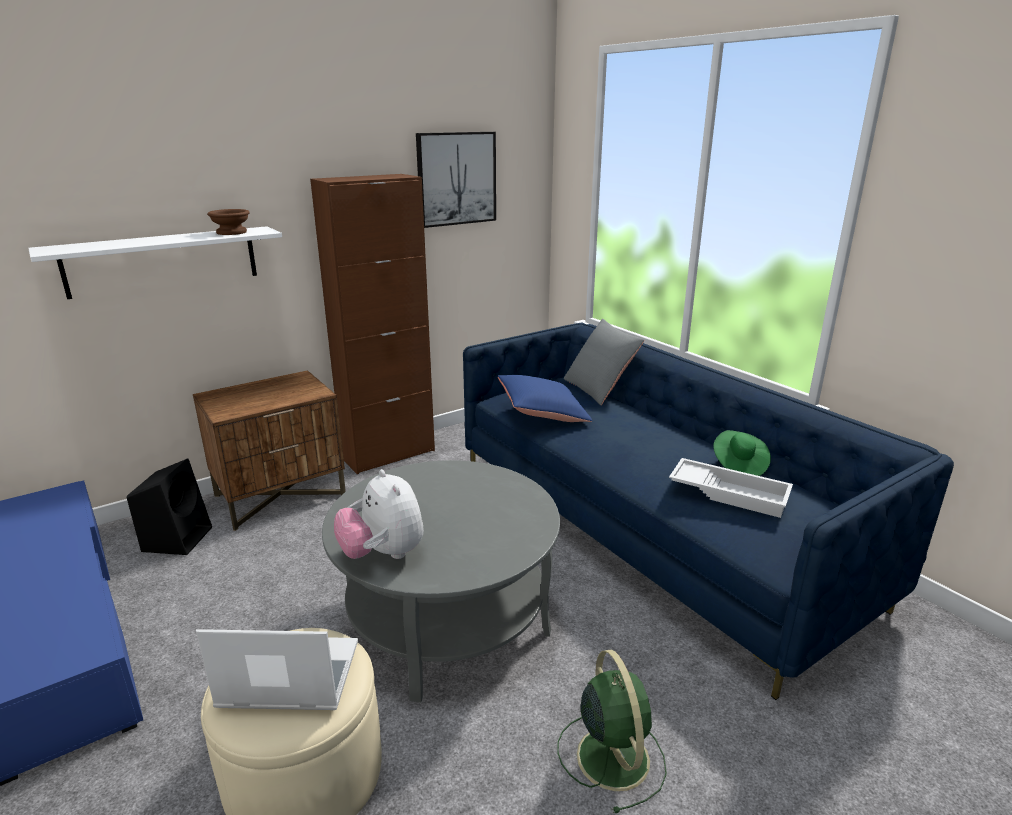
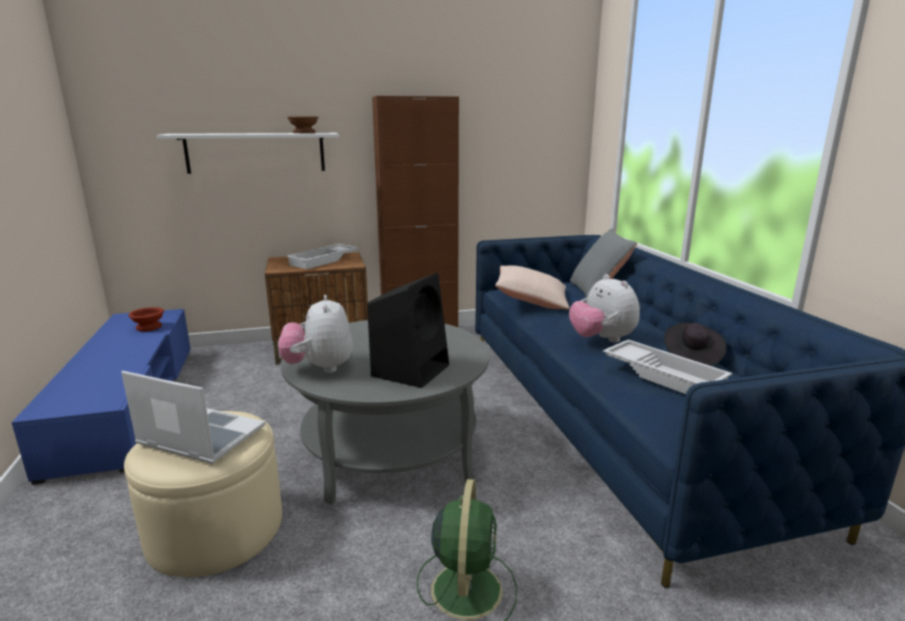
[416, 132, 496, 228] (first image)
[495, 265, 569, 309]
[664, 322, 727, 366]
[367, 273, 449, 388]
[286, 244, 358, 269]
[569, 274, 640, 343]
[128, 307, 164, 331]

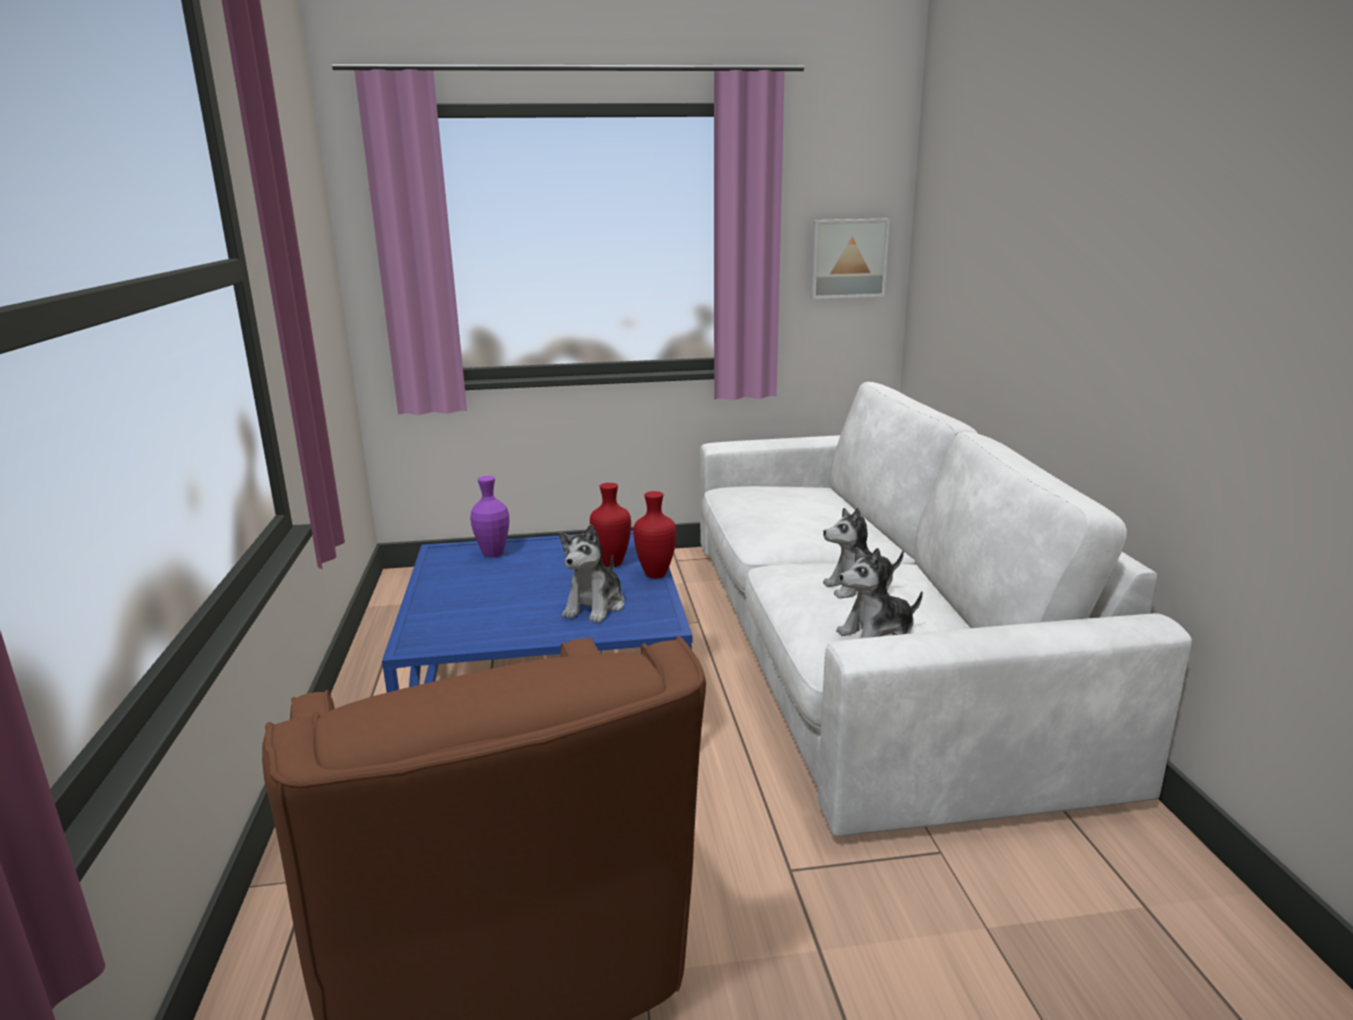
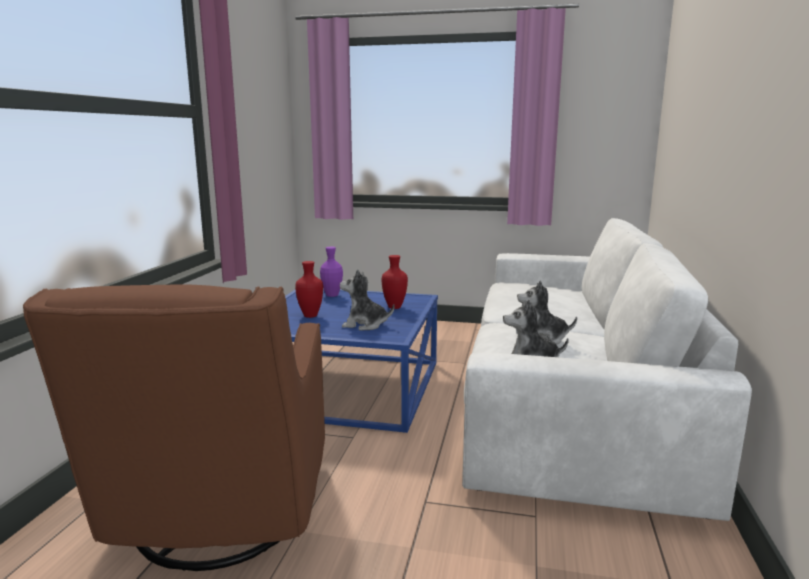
[810, 219, 890, 299] (first image)
[295, 261, 323, 318]
[340, 269, 394, 331]

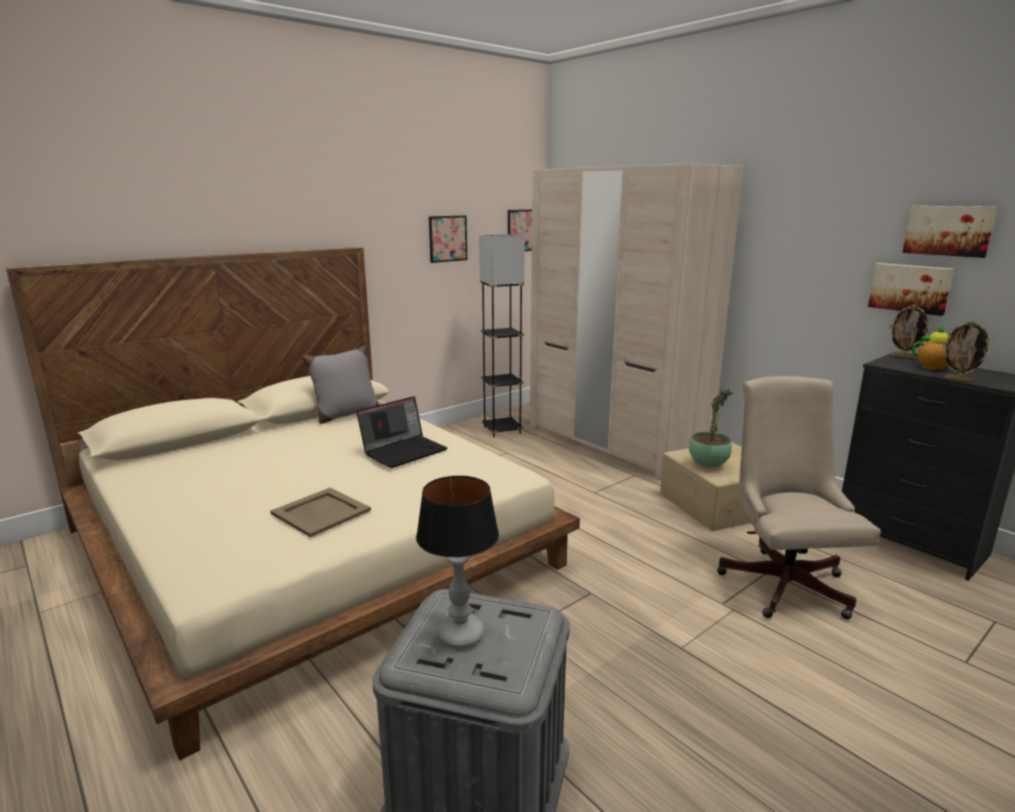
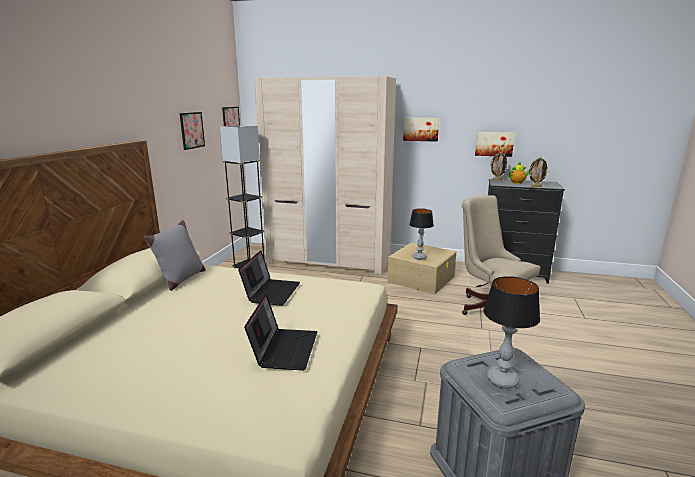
[403, 118, 439, 142]
[409, 208, 434, 260]
[244, 294, 318, 370]

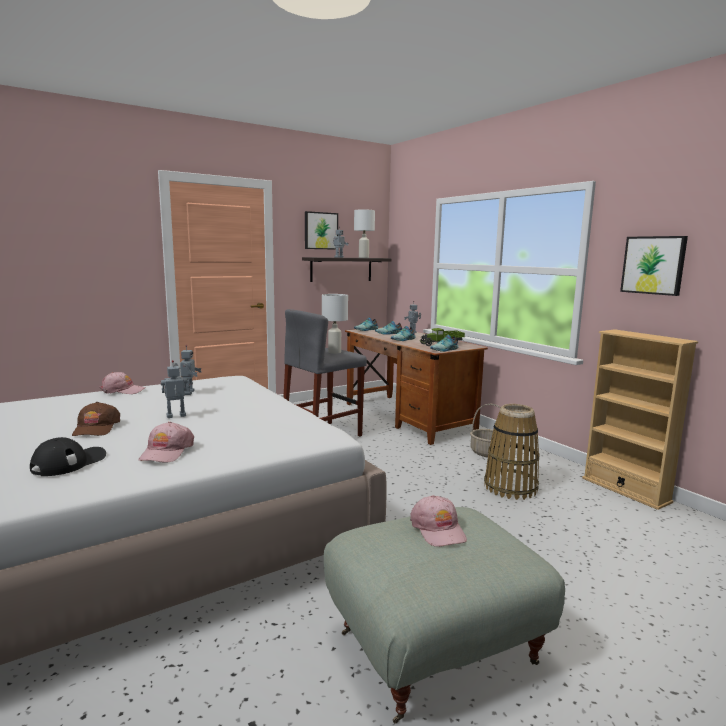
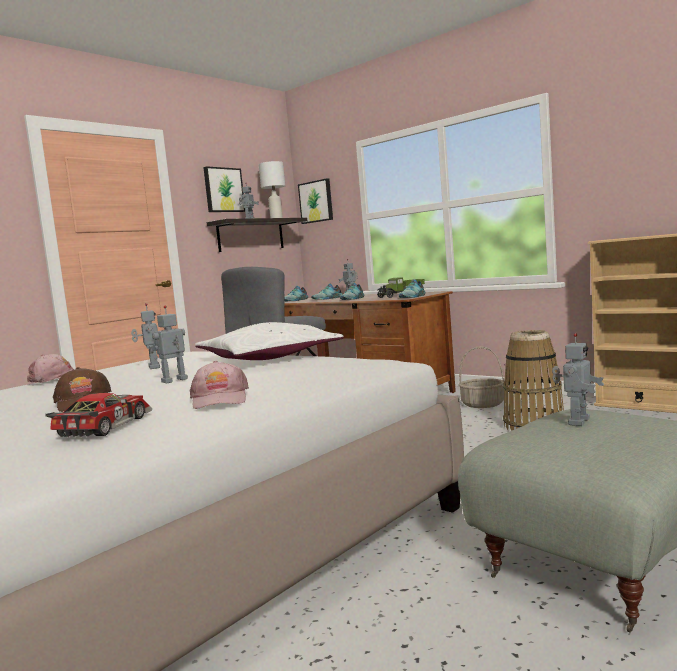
[298, 178, 333, 224]
[322, 294, 348, 354] (first image)
[45, 393, 152, 437]
[552, 333, 604, 426]
[195, 322, 344, 360]

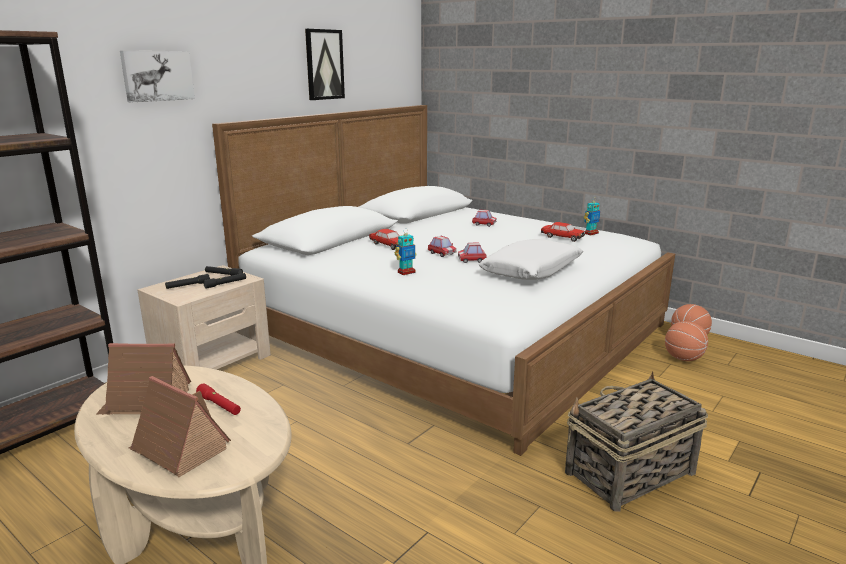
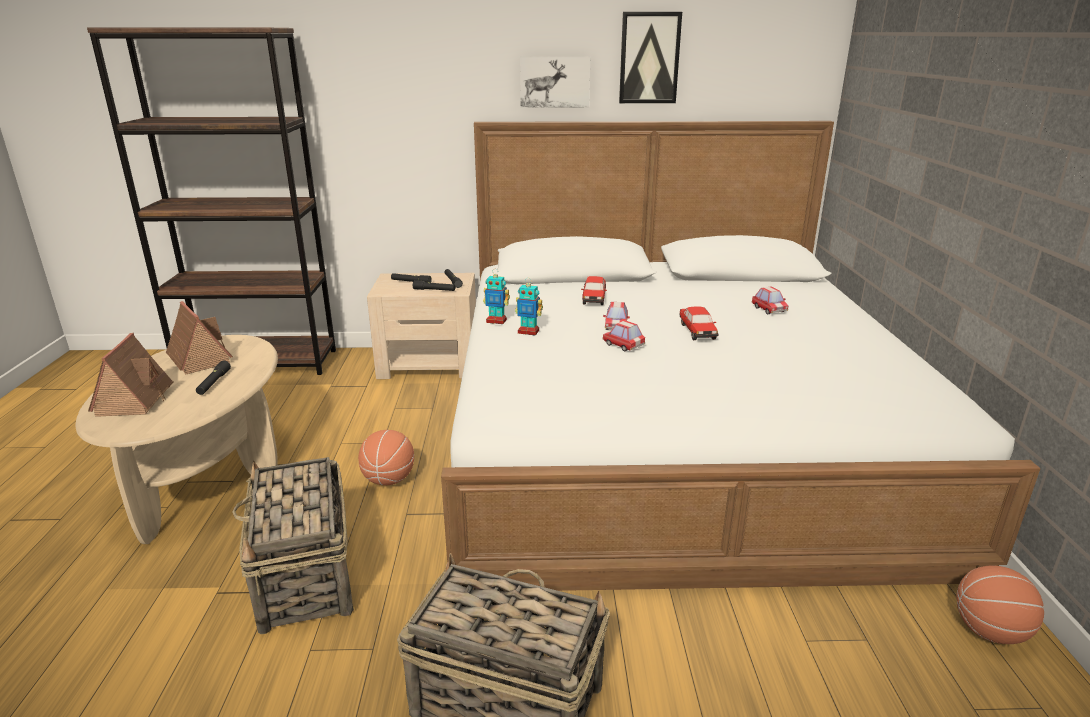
[520, 56, 590, 108]
[483, 269, 510, 324]
[679, 306, 718, 340]
[479, 239, 583, 280] (first image)
[358, 430, 414, 485]
[196, 361, 231, 395]
[232, 457, 354, 634]

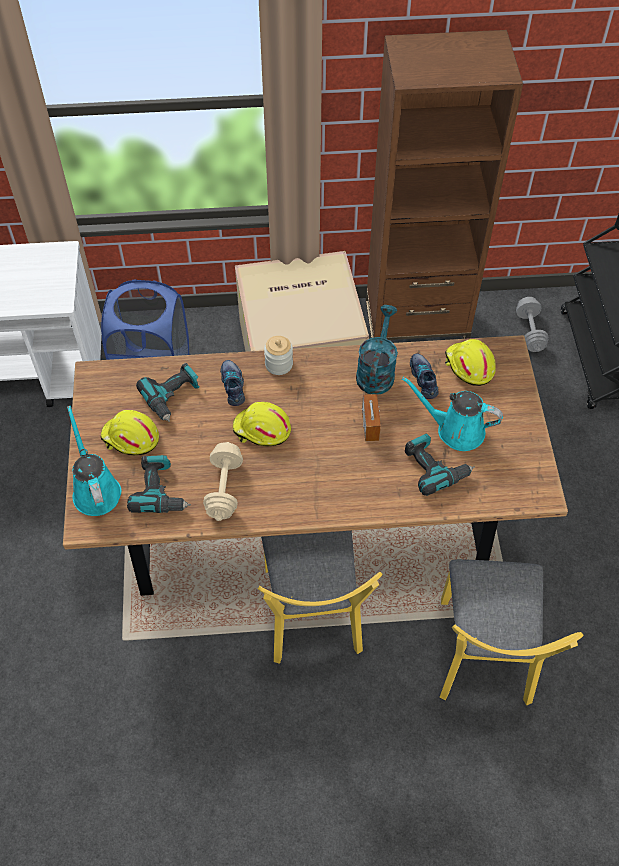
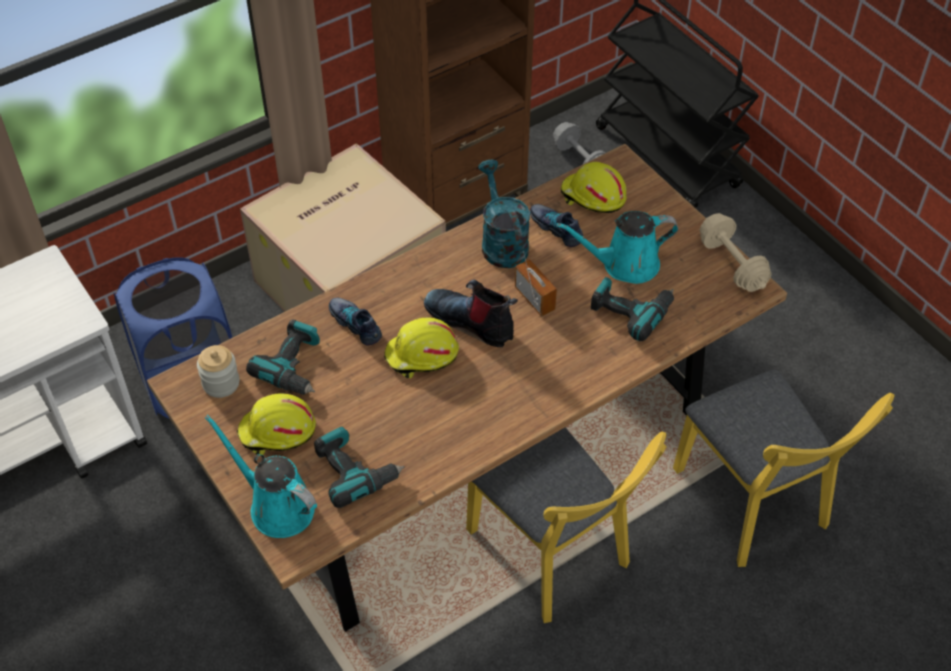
[197, 345, 240, 398]
[700, 213, 771, 292]
[424, 280, 518, 347]

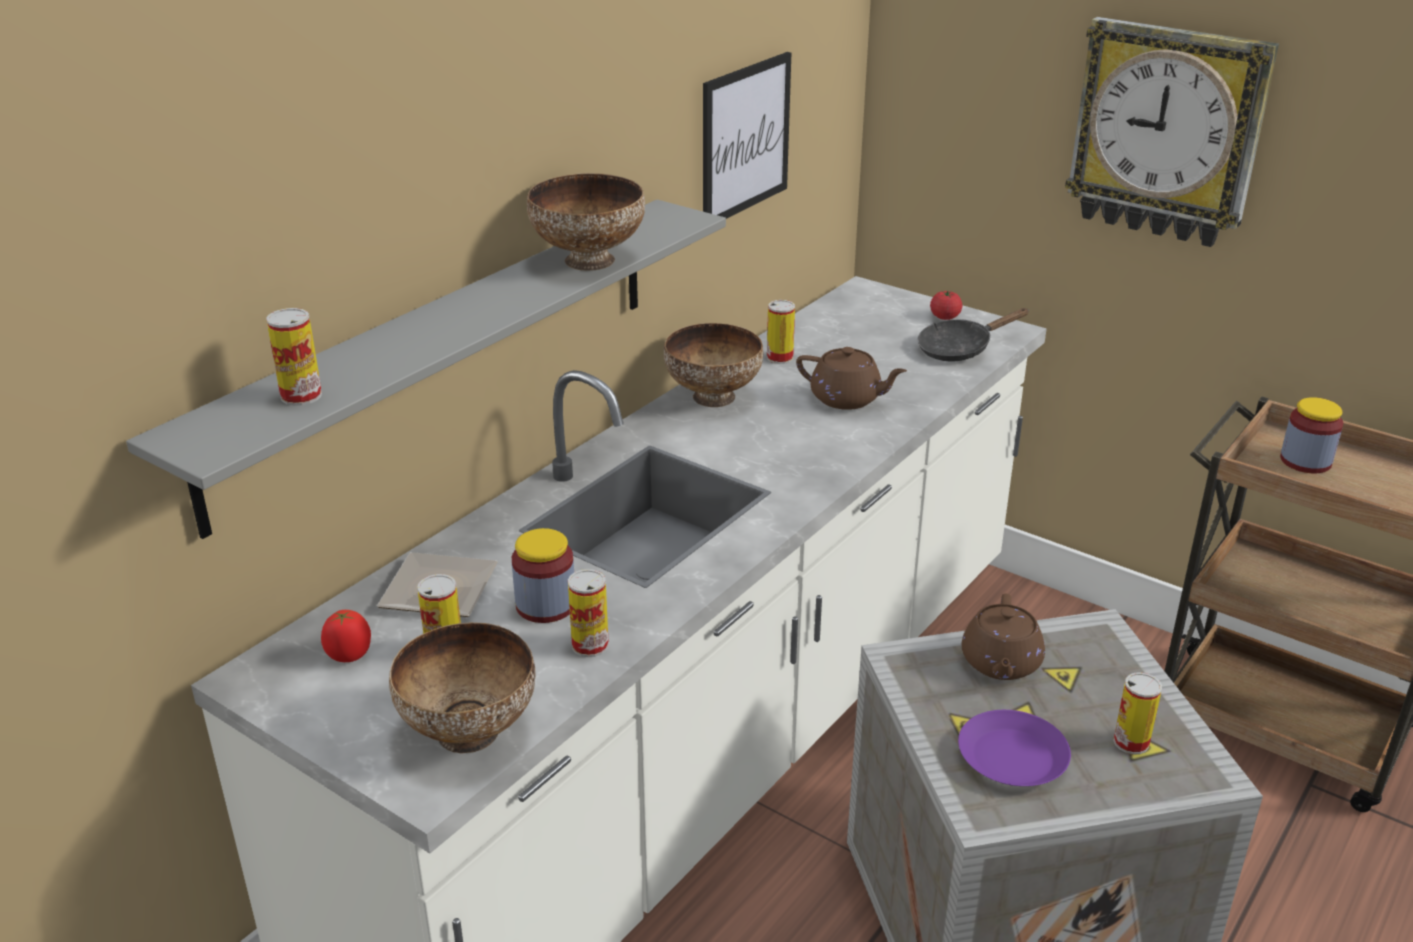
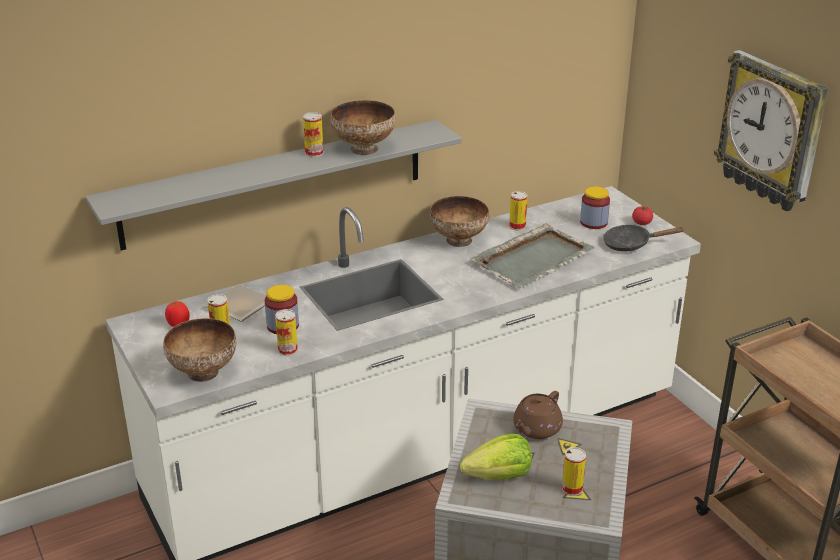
[703, 52, 791, 219] (first image)
[303, 112, 324, 157]
[470, 223, 595, 288]
[580, 186, 610, 229]
[460, 433, 532, 480]

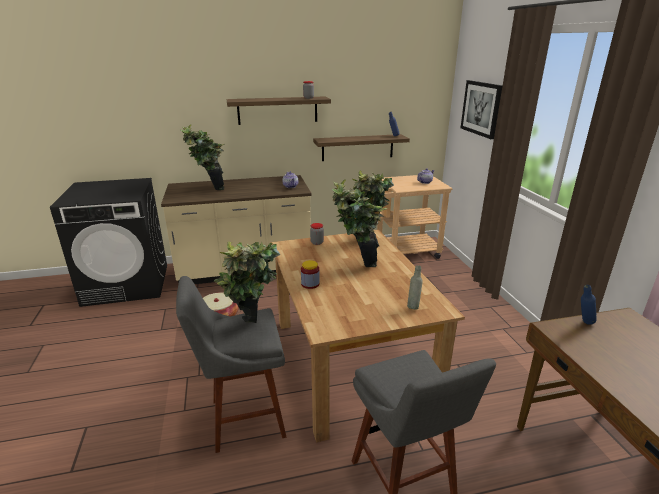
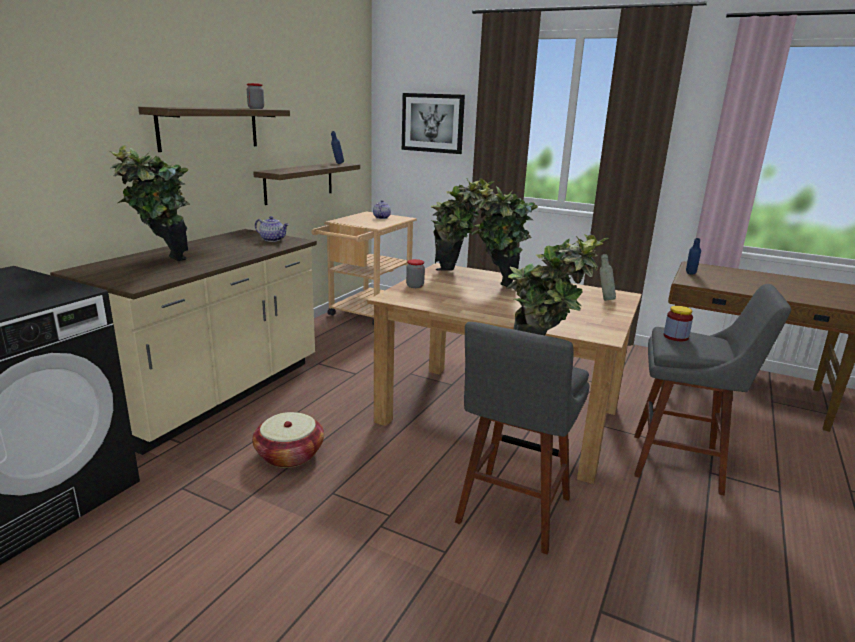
[664, 306, 693, 341]

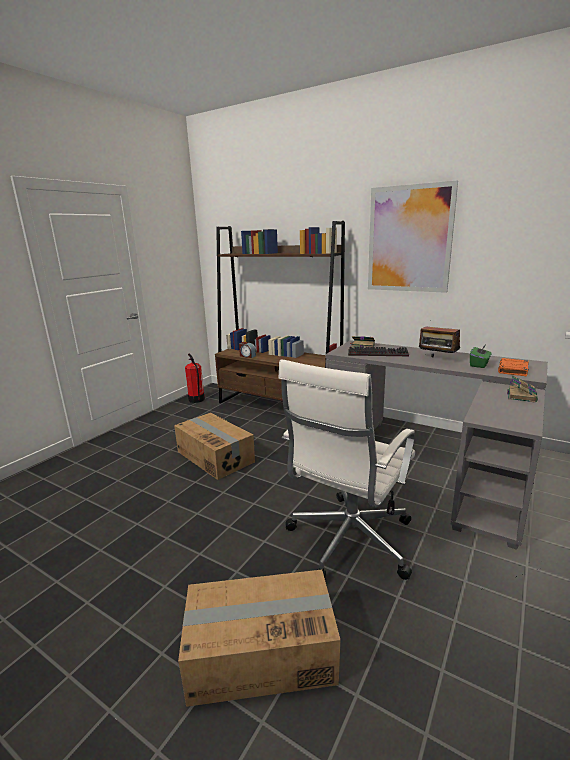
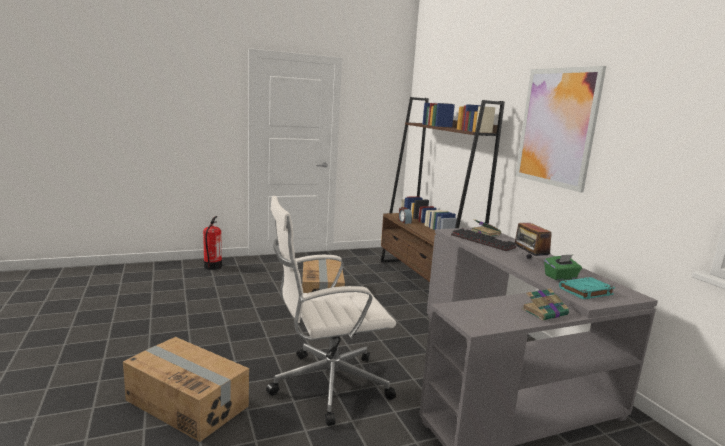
[203, 216, 222, 270]
[559, 277, 615, 299]

